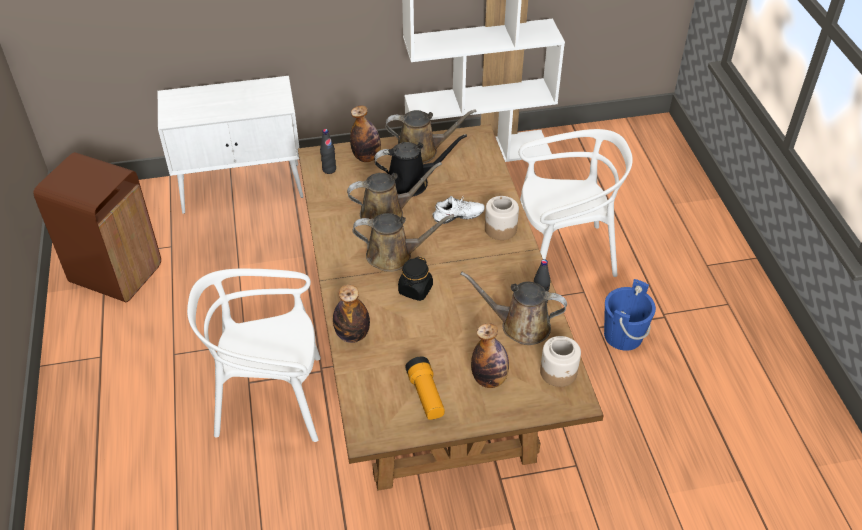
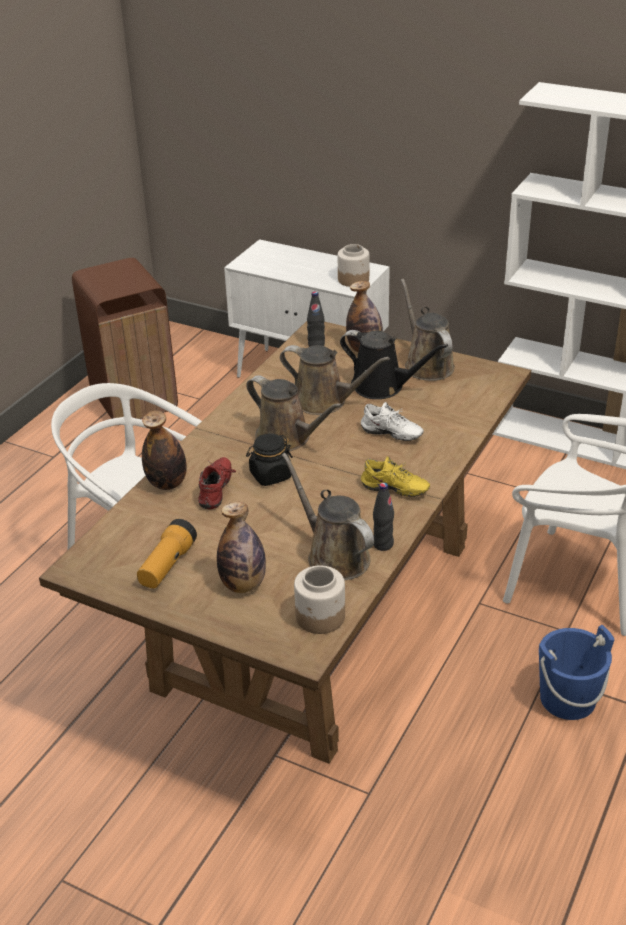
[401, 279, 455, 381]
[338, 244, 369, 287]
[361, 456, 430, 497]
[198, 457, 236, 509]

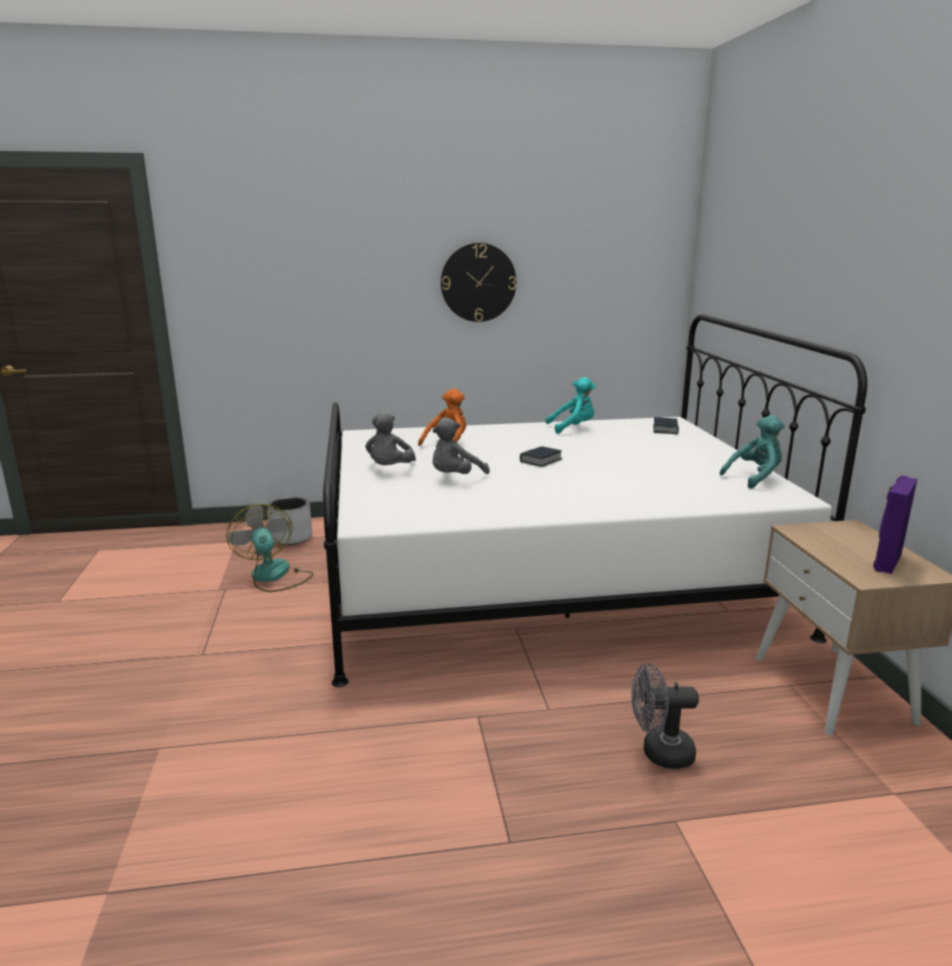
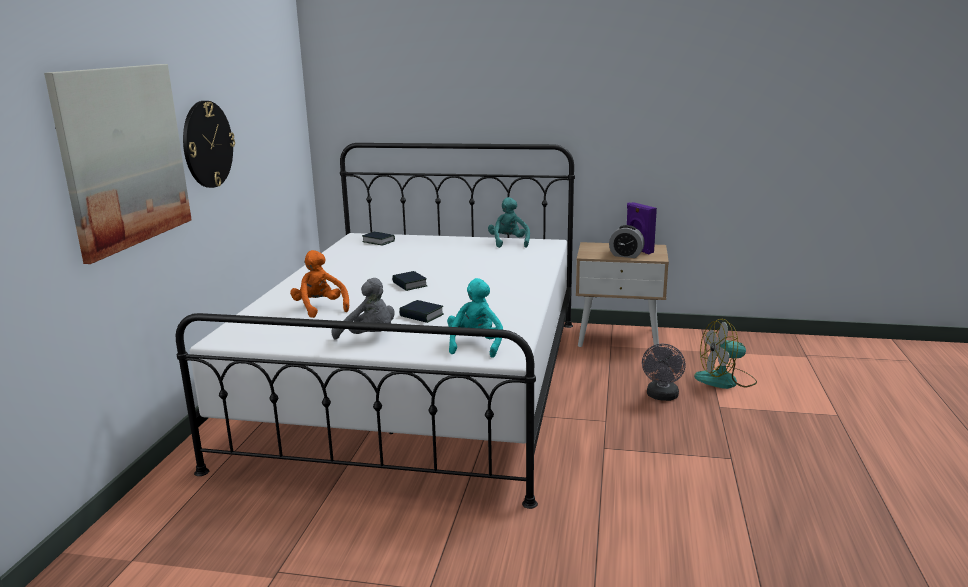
[447, 278, 503, 358]
[399, 300, 443, 323]
[267, 496, 312, 545] (first image)
[694, 319, 757, 389]
[44, 64, 192, 264]
[609, 225, 645, 258]

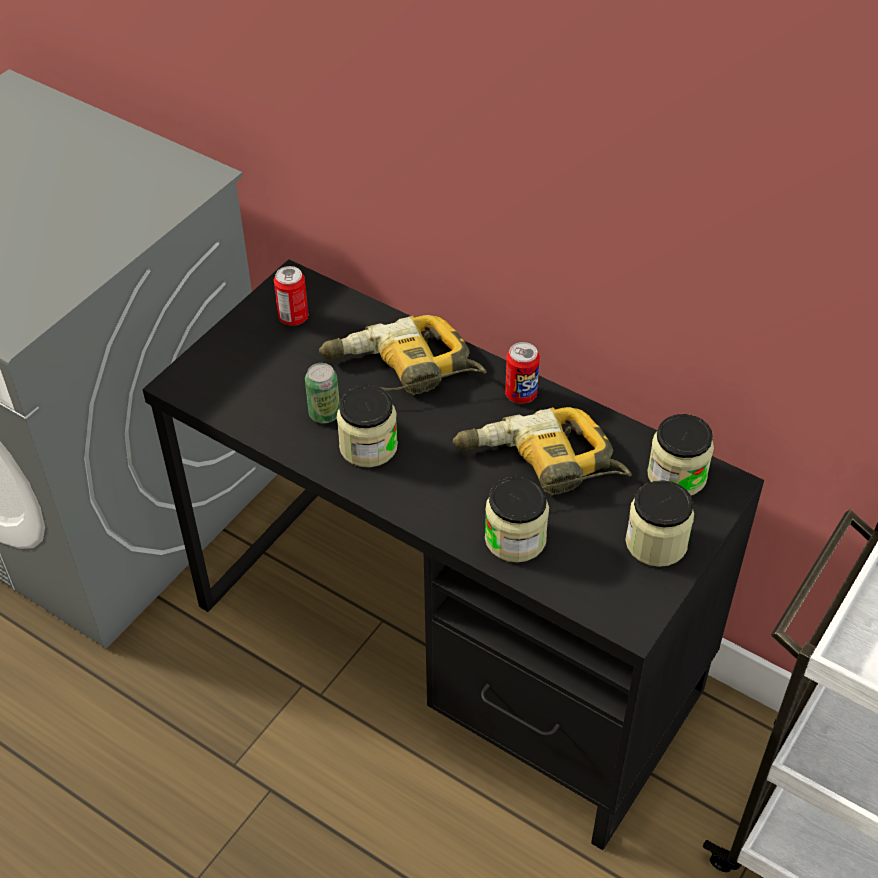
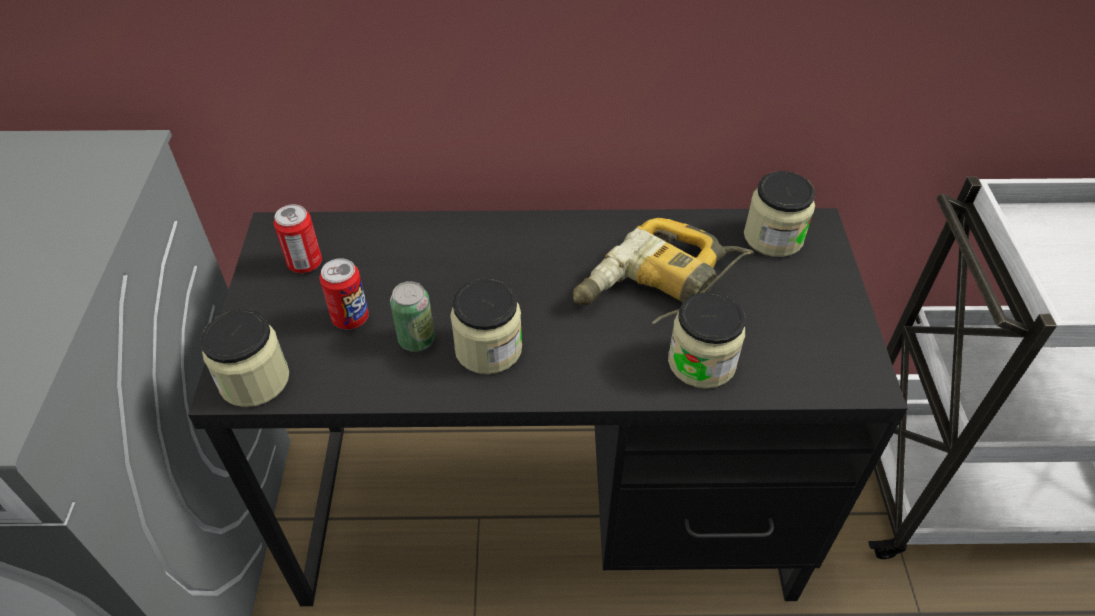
[319, 315, 487, 395] (first image)
[320, 258, 369, 329]
[200, 309, 289, 407]

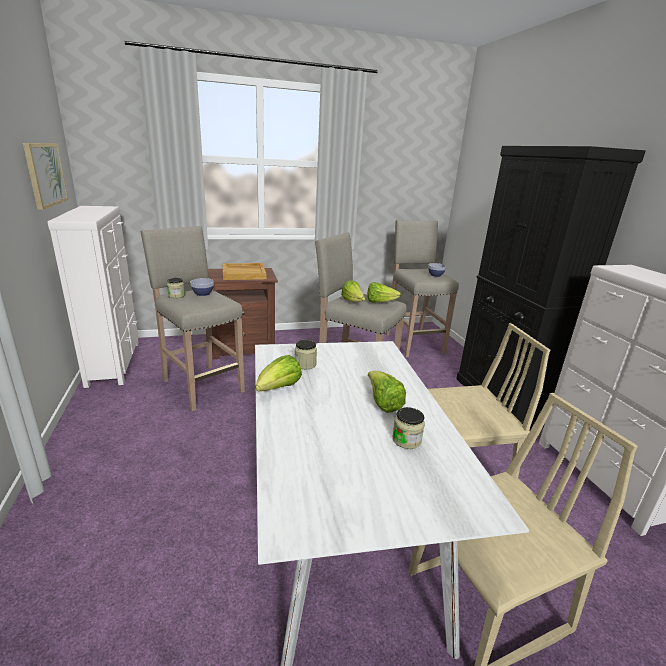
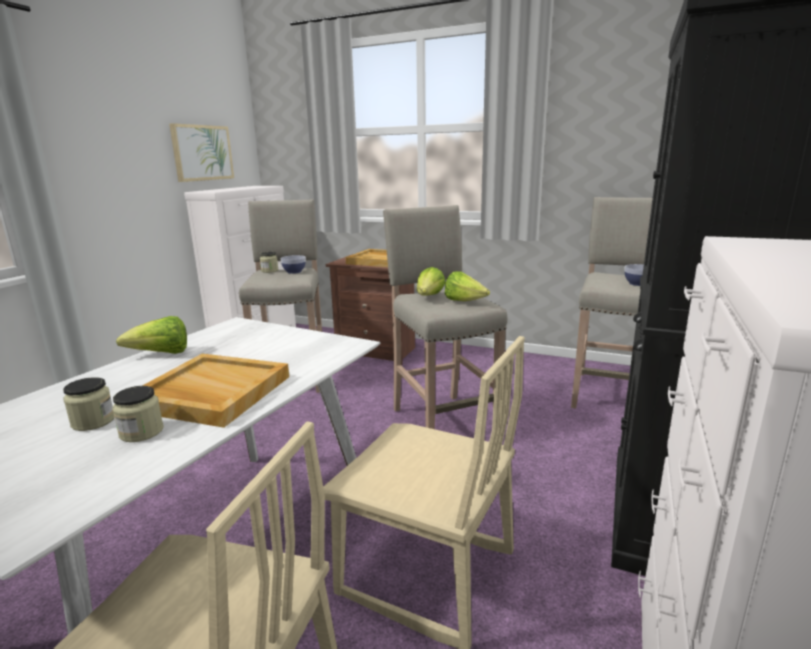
[63, 377, 114, 431]
[142, 354, 289, 428]

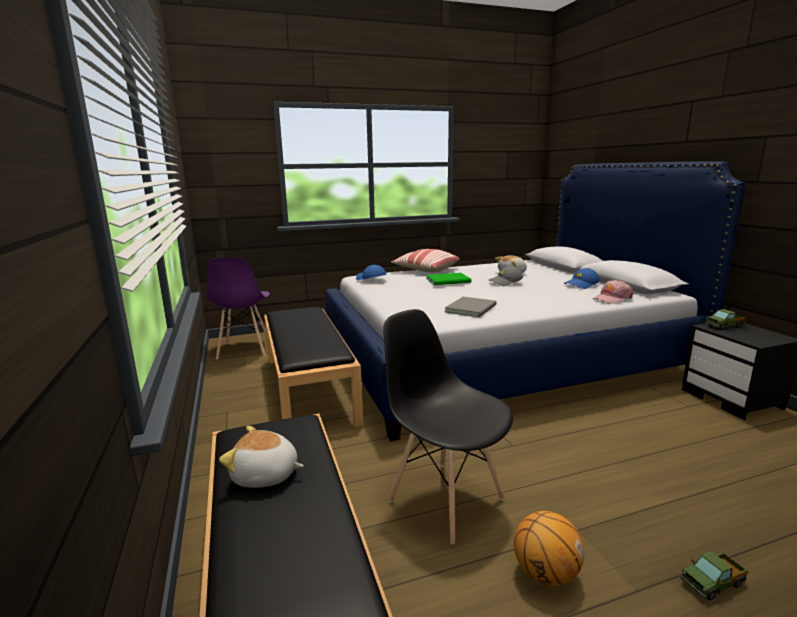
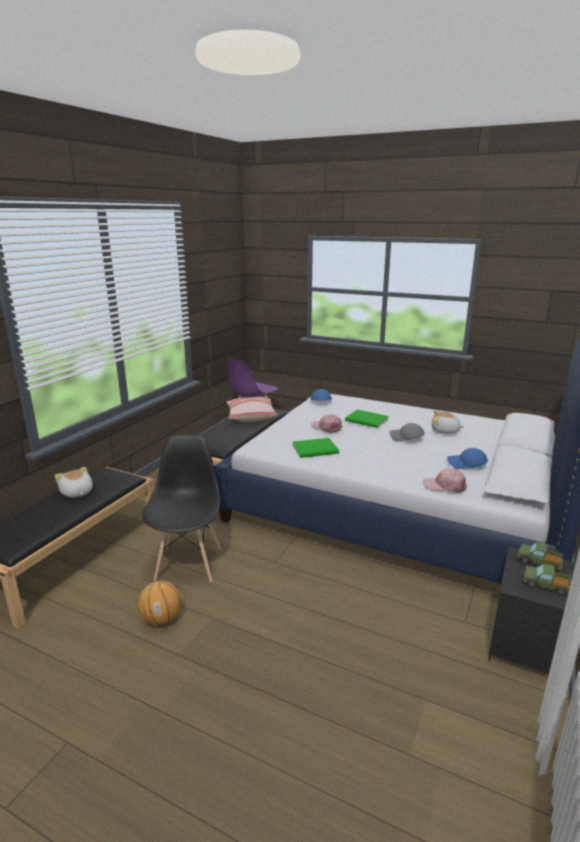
[226, 397, 278, 422]
[292, 438, 339, 458]
[523, 564, 571, 595]
[311, 414, 342, 433]

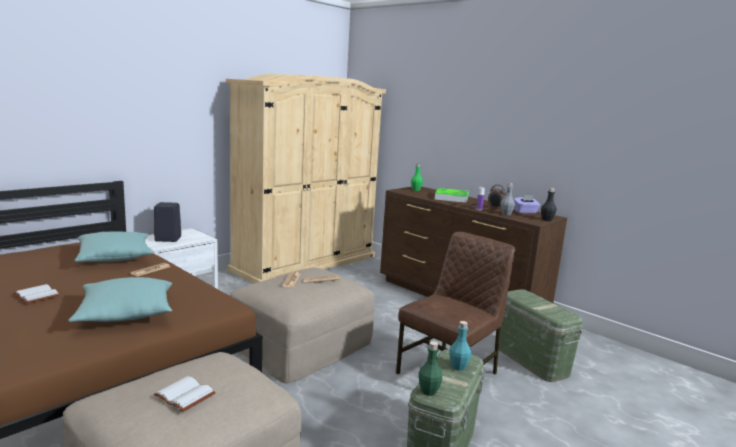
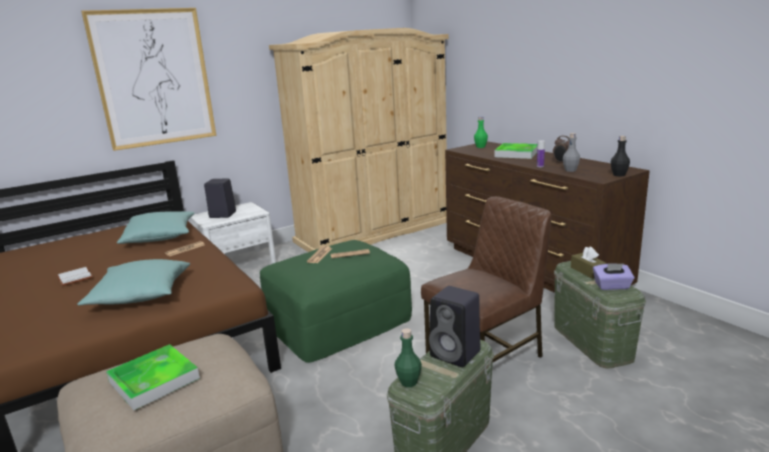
[593, 263, 634, 290]
[260, 240, 412, 363]
[429, 286, 480, 367]
[106, 344, 200, 410]
[81, 8, 216, 151]
[571, 247, 606, 279]

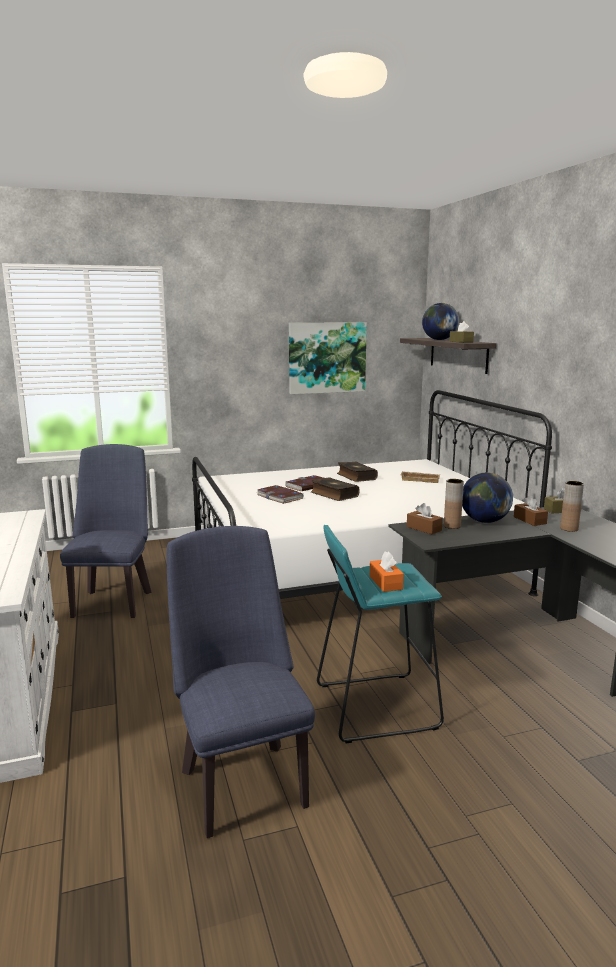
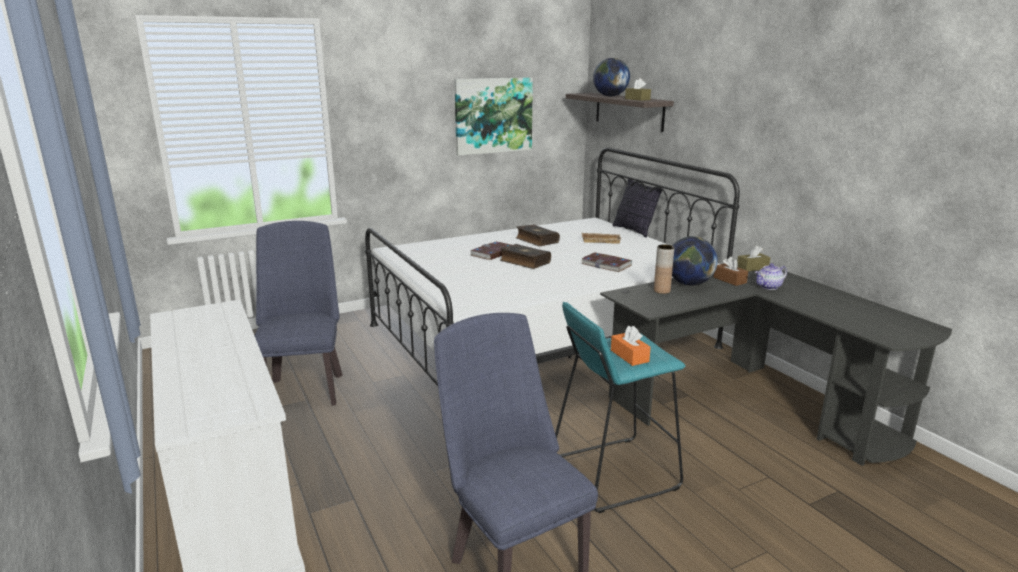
[755, 263, 787, 290]
[581, 252, 632, 272]
[407, 503, 443, 534] (first image)
[612, 179, 662, 238]

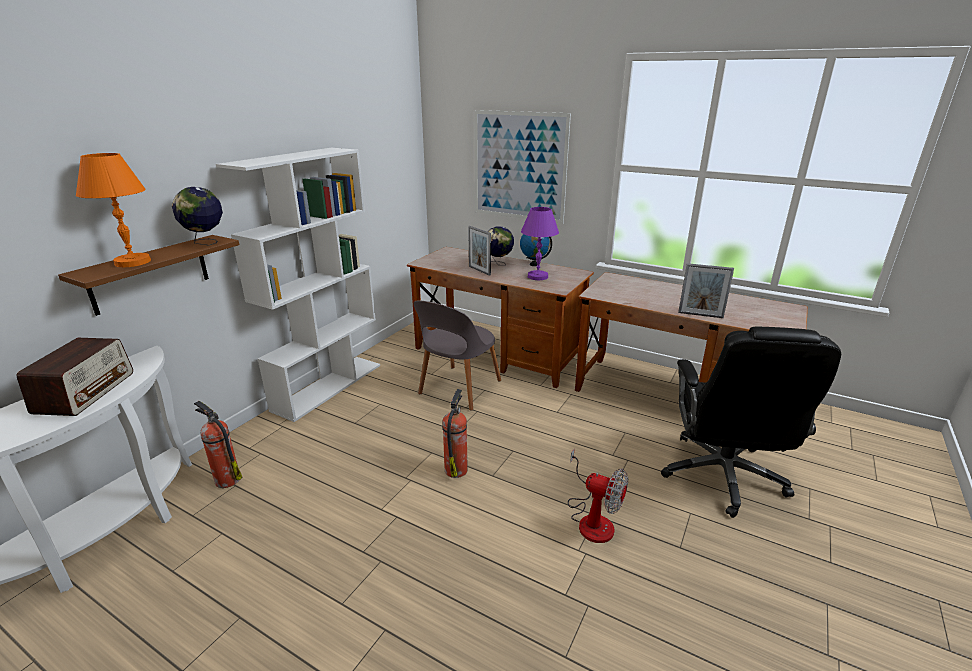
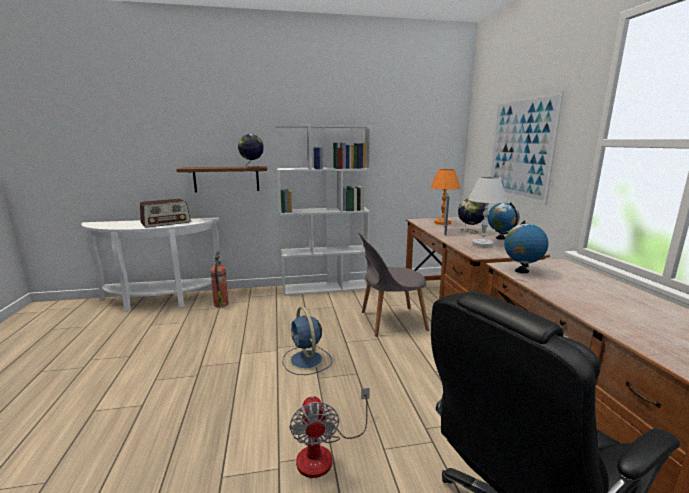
[430, 169, 460, 225]
[468, 177, 507, 247]
[678, 263, 734, 318] (first image)
[283, 307, 332, 375]
[504, 221, 548, 273]

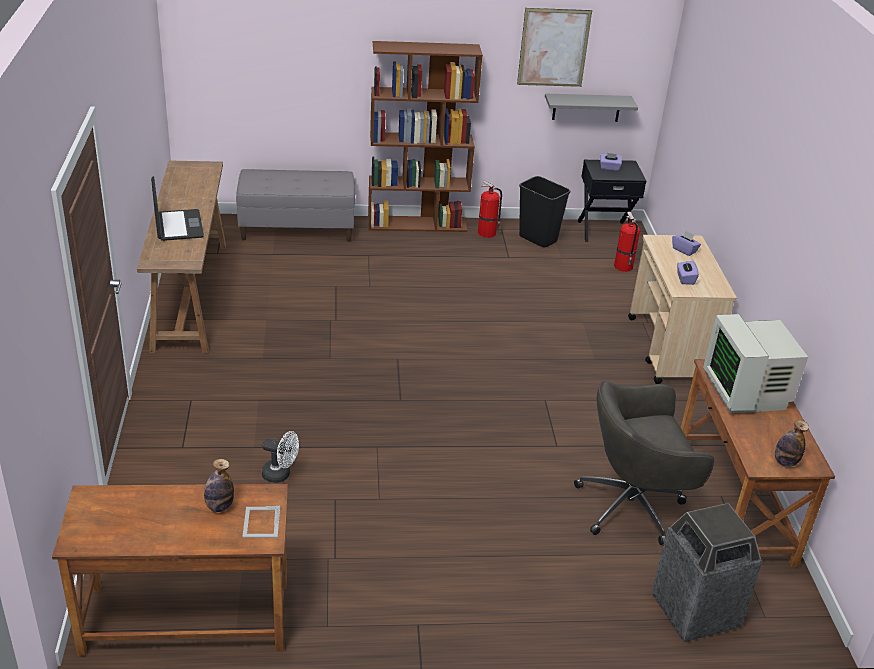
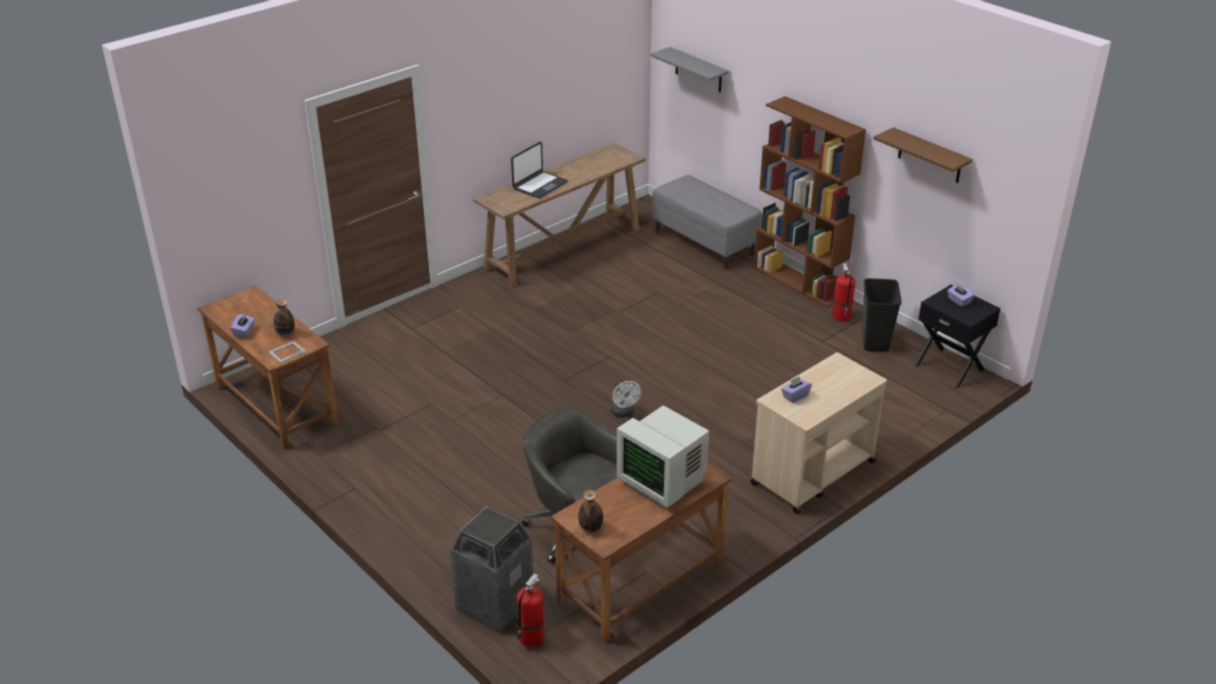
[874, 127, 973, 183]
[651, 47, 729, 93]
[517, 573, 545, 647]
[230, 314, 255, 338]
[617, 405, 709, 508]
[611, 380, 641, 418]

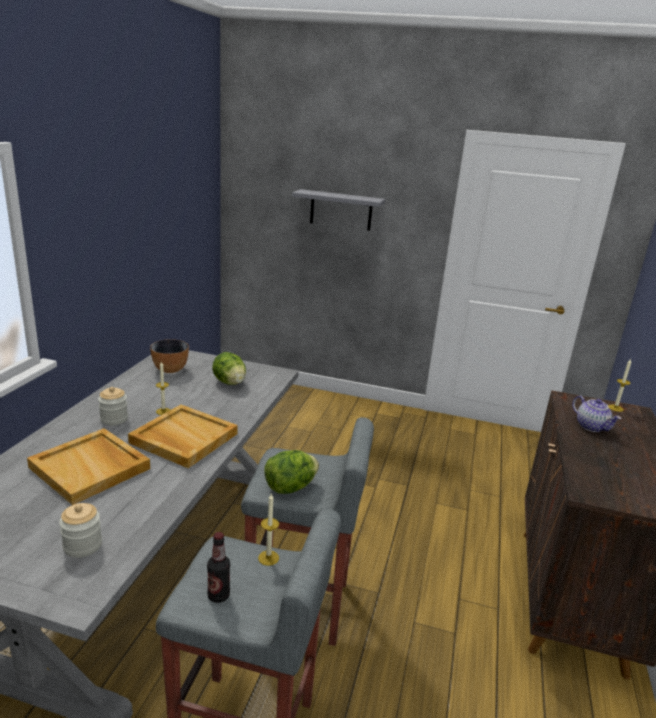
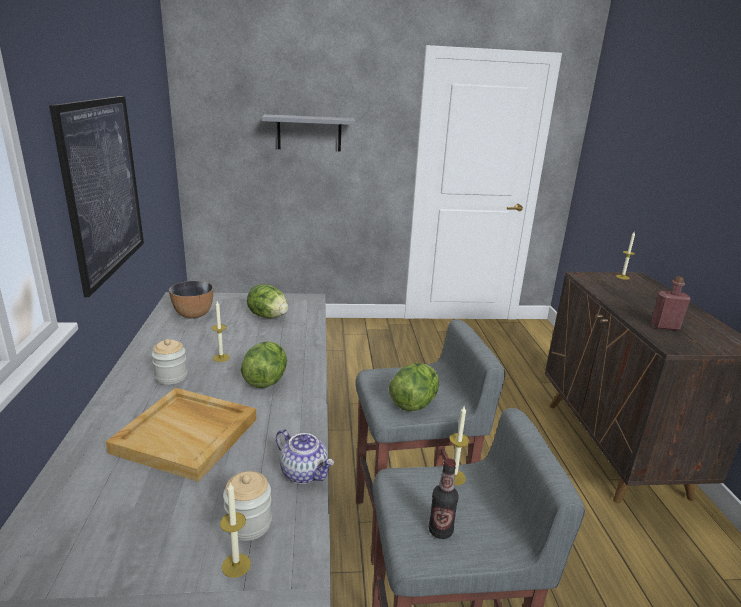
[276, 429, 334, 484]
[241, 341, 287, 388]
[49, 96, 144, 297]
[651, 276, 691, 330]
[220, 483, 251, 578]

